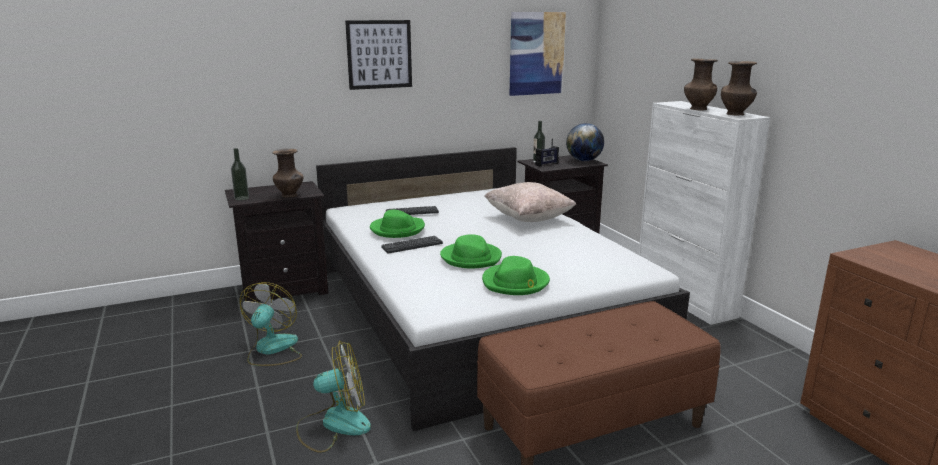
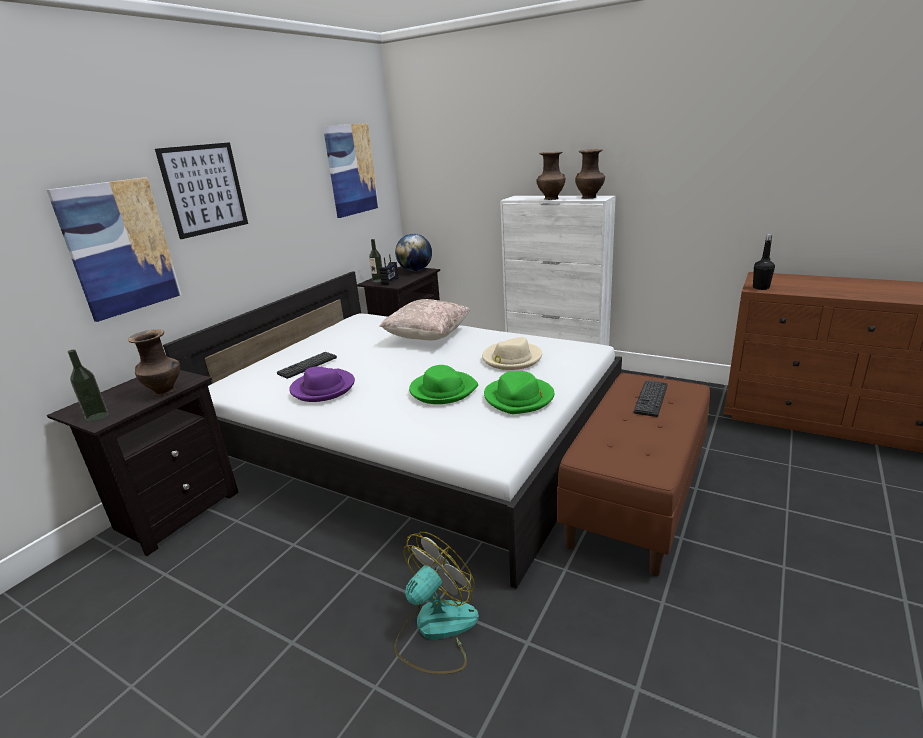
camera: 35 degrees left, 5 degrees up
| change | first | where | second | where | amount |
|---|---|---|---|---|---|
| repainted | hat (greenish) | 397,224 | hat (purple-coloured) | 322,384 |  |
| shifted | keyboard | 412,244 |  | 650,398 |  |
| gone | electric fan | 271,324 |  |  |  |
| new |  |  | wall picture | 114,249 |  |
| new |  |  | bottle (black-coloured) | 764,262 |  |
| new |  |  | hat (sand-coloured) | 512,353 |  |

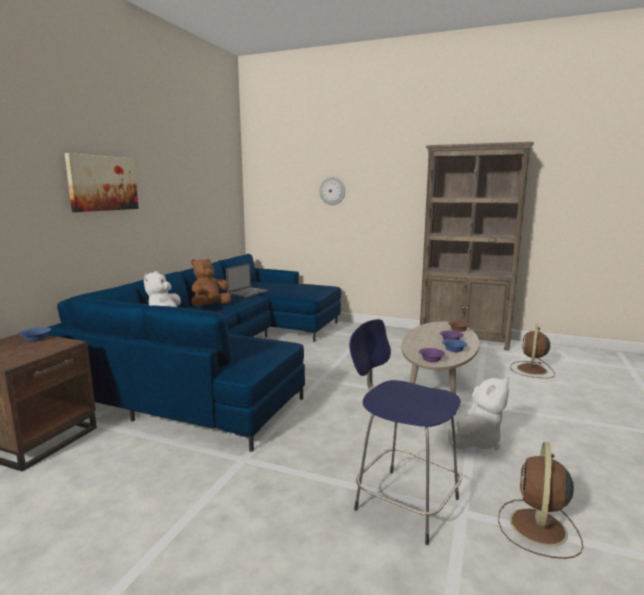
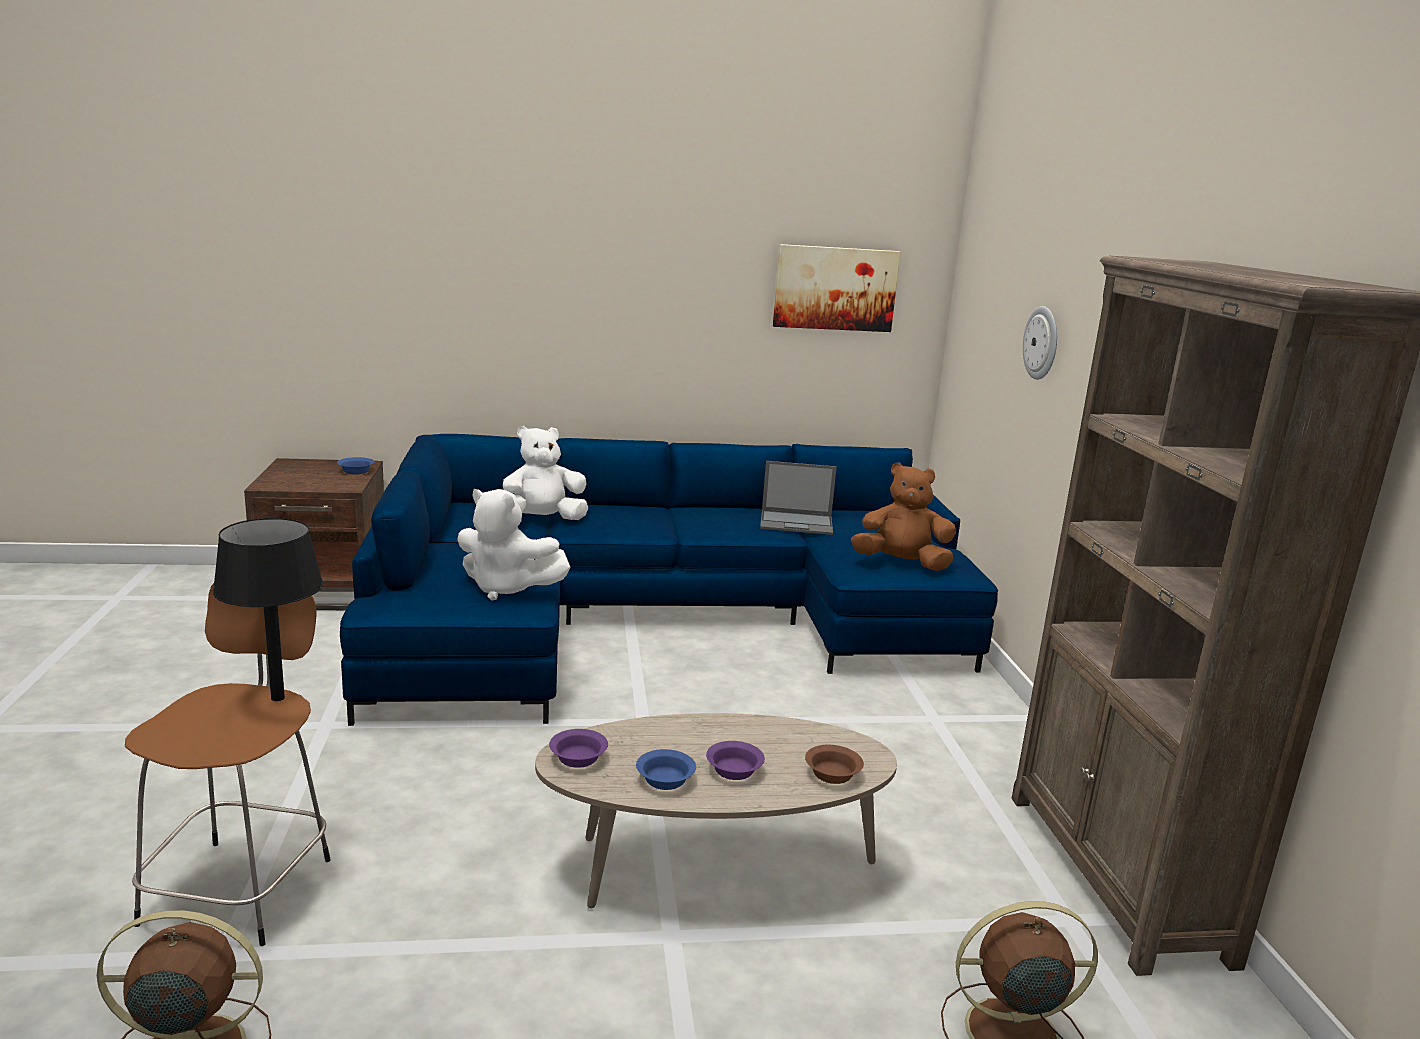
camera: 60 degrees right, 5 degrees up
| change | first | where | second | where | amount |
|---|---|---|---|---|---|
| shifted | wall picture | 102,182 |  | 836,288 |  |
| shifted | plush toy (brown-coloured) | 211,282 |  | 903,516 |  |
| repainted | stool seat (blue-coloured) | 405,432 | stool seat (brown-coloured) | 228,764 |  |
| shifted | plush toy (whitish) | 478,414 |  | 514,545 |  |
| new |  |  | tabletop lamp (black-coloured) | 268,609 |  |

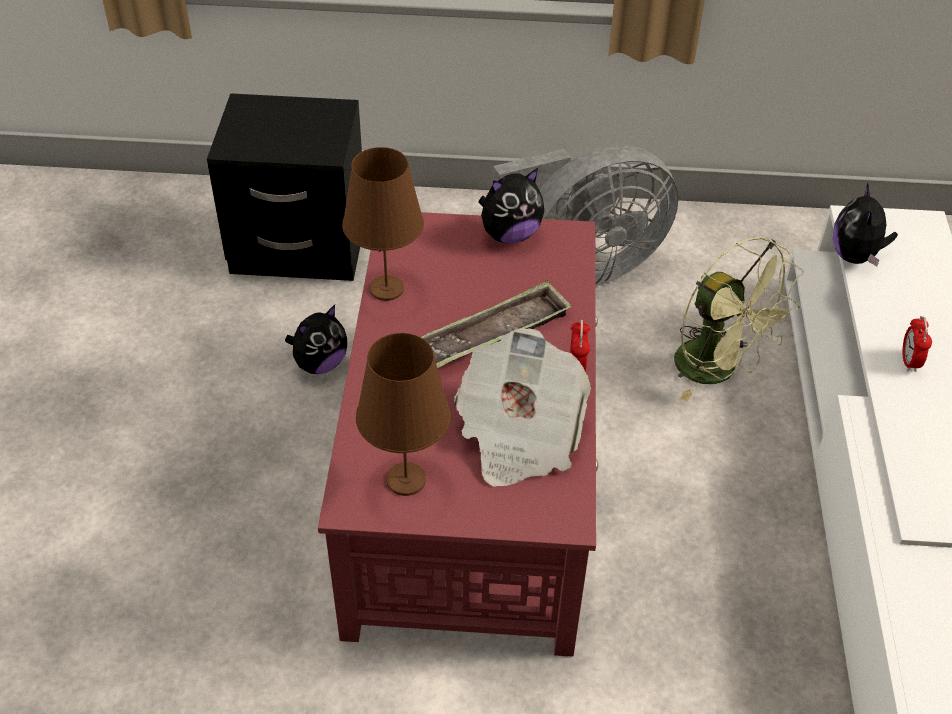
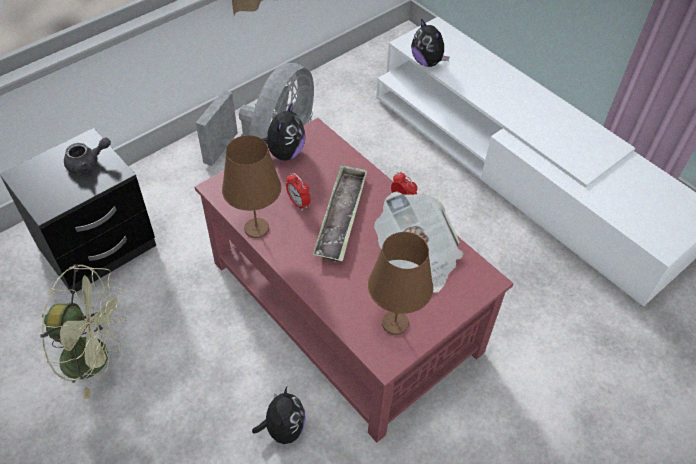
camera: 45 degrees left, 5 degrees up
| change | first | where | second | where | amount |
|---|---|---|---|---|---|
| shifted | electric fan (greenish) | 739,319 |  | 83,331 |  |
| shifted | plush toy | 316,339 |  | 279,415 |  |
| shifted | alarm clock | 917,344 |  | 298,192 |  |
| new |  |  | tea pot (gray) | 87,155 |  |

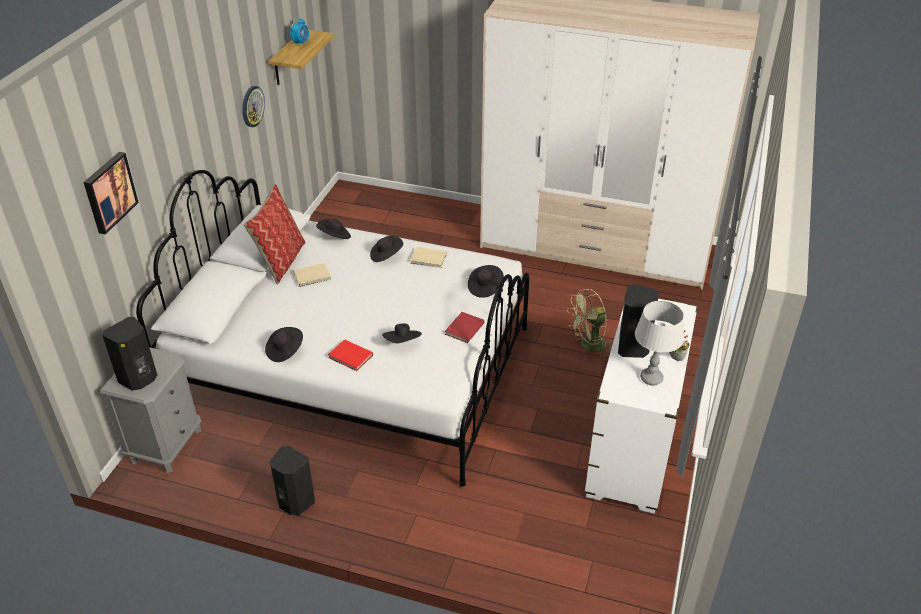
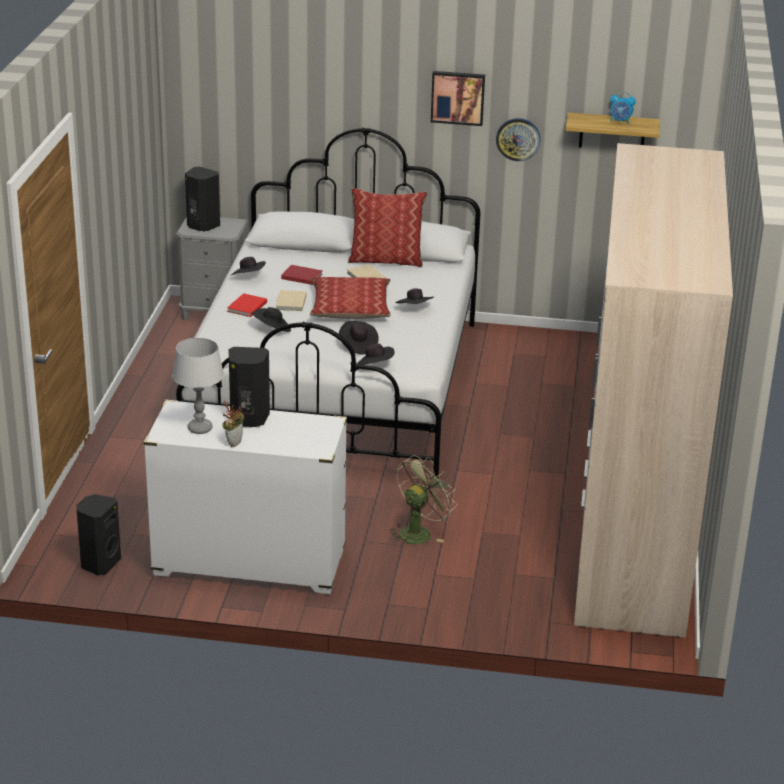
camera: 80 degrees right, 10 degrees down
| change | first | where | second | where | amount |
|---|---|---|---|---|---|
| shifted | wall picture | 111,193 |  | 458,98 |  |
| shifted | hat (black-coloured) | 333,229 |  | 359,337 |  |
| shifted | volume (sand-coloured) | 428,257 |  | 291,300 |  |
| rotated | electric fan (greenish) | 590,323 |  | 423,499 | 75 degrees clockwise |
| shifted | volume (reddish) | 464,327 |  | 302,275 |  |
| shifted | speaker (black-coloured) | 292,480 |  | 98,534 |  |
| new |  |  | pillow | 350,298 |  |

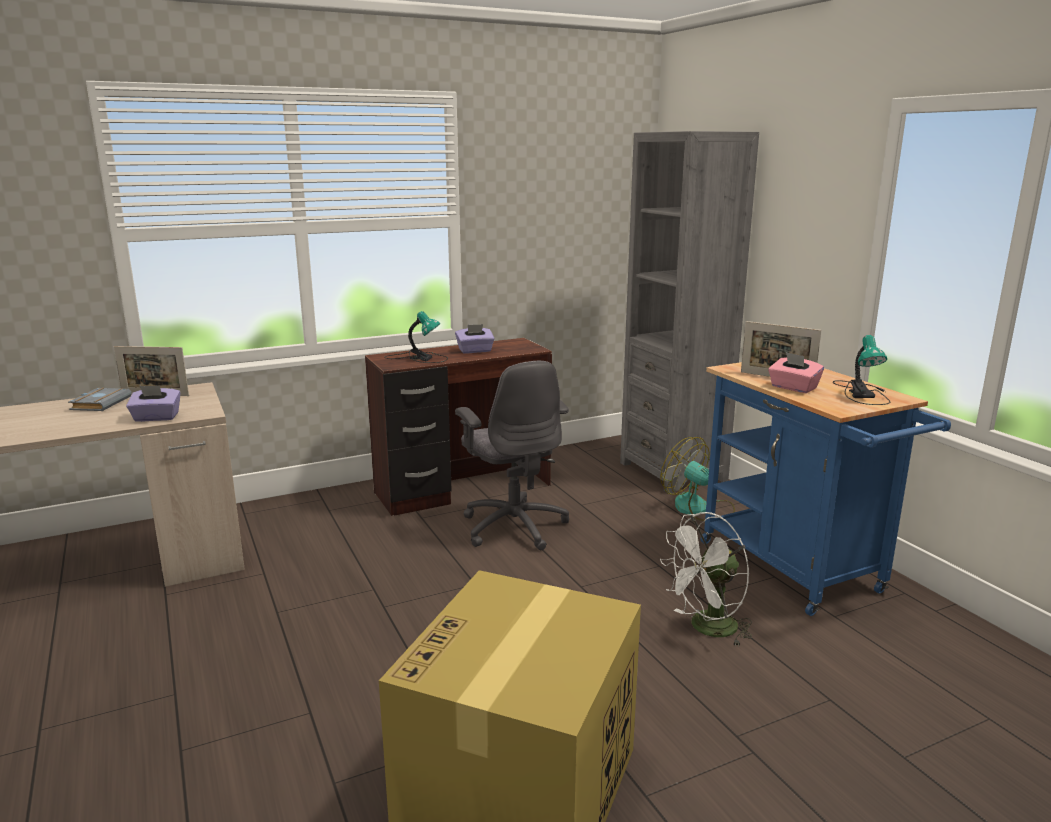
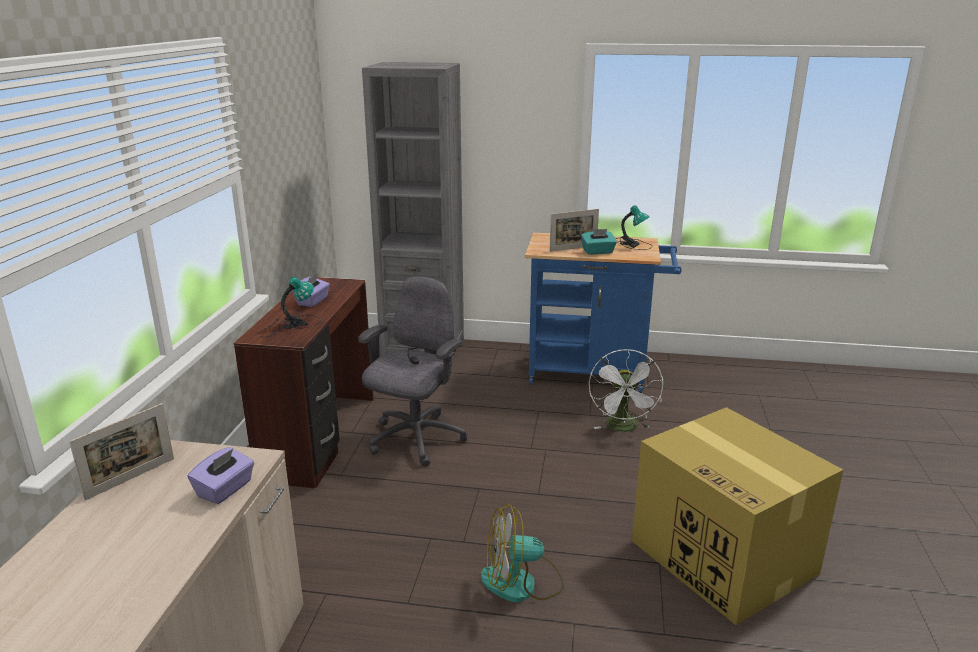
camera: 55 degrees left, 5 degrees up
| change | first | where | second | where | amount |
|---|---|---|---|---|---|
| repainted | tissue holder (pinkish) | 796,372 | tissue holder (turquoise-coloured) | 599,242 |  |
| rotated | computer chair (gray) | 512,455 |  | 413,371 | 75 degrees counterclockwise |
| gone | volume (gray) | 100,399 |  |  |  |
| shifted | electric fan | 697,479 |  | 522,553 |  |

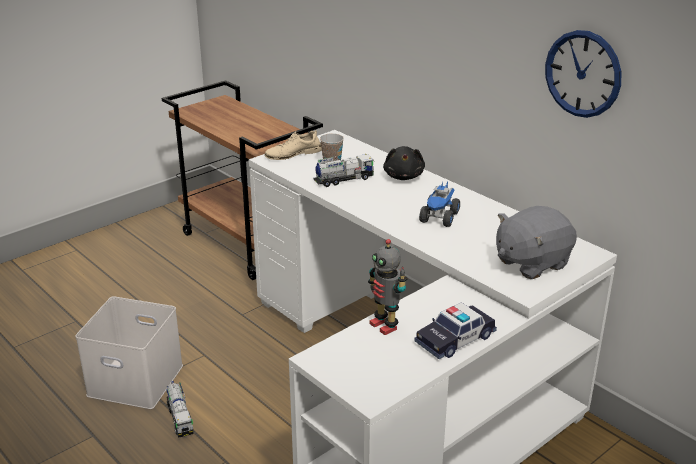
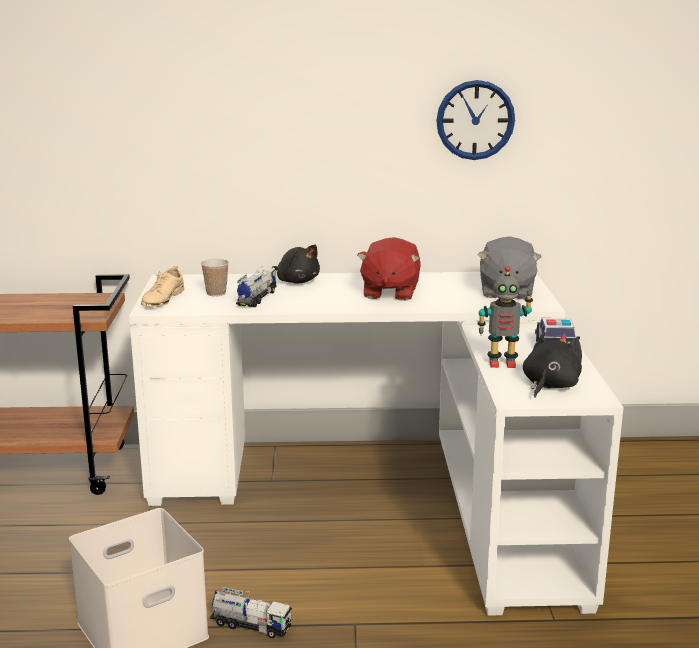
camera: 50 degrees left, 10 degrees down
| change | first | where | second | where | amount |
|---|---|---|---|---|---|
| swapped | model truck | 439,204 | plush toy (reddish) | 389,269 |  |
| new |  |  | plush toy (black-coloured) | 552,364 |  |

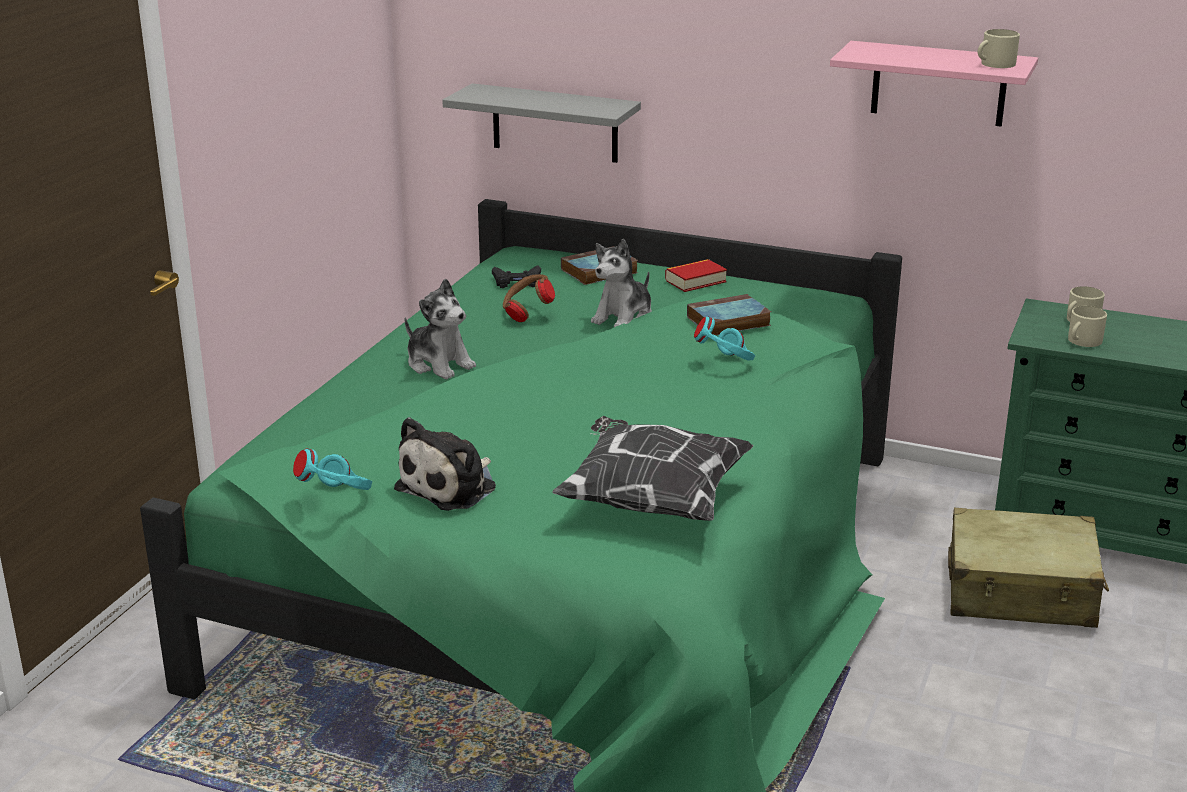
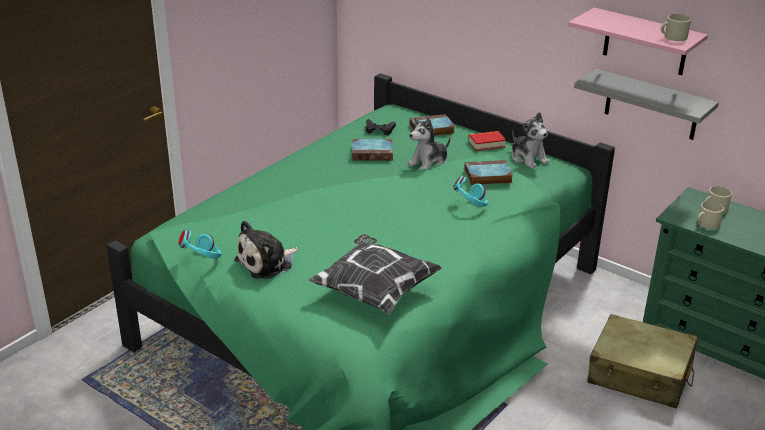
camera: 15 degrees right, 5 degrees up
| change | first | where | second | where | amount |
|---|---|---|---|---|---|
| shifted | shelf (gray) | 541,123 |  | 646,104 |  |
| swapped | pair of headphones (brown-coloured) | 529,298 | volume | 372,150 |  |
| shifted | plush toy | 440,328 |  | 530,140 |  |

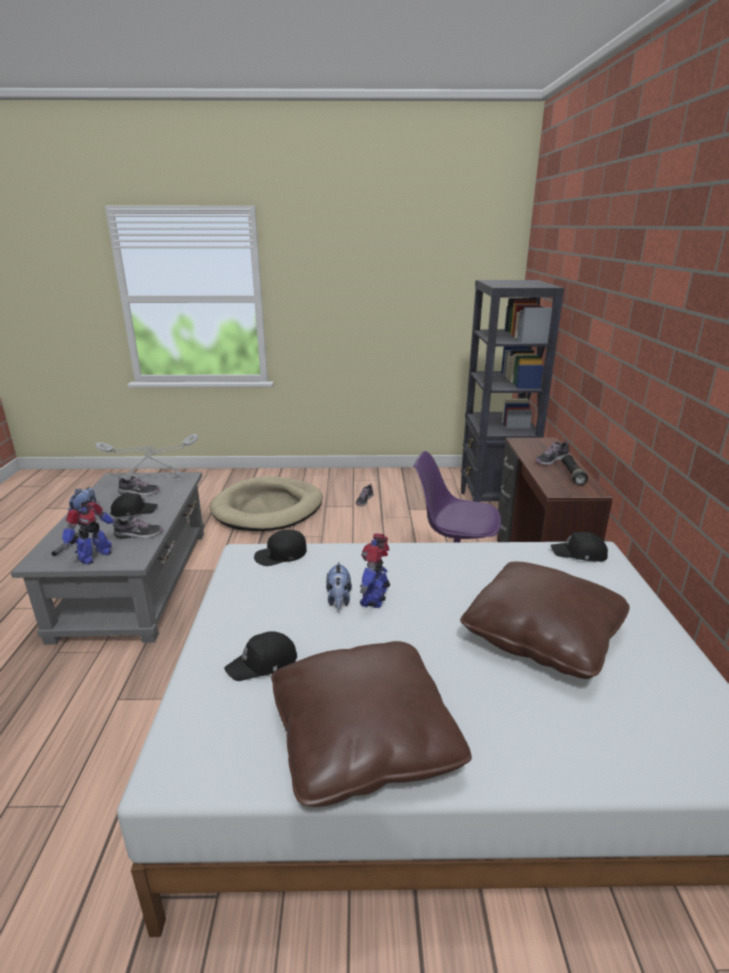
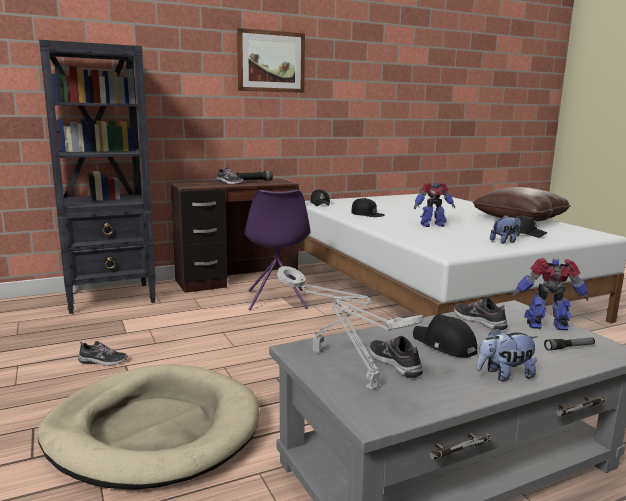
camera: 115 degrees left, 10 degrees down
| change | first | where | second | where | amount |
|---|---|---|---|---|---|
| shifted | peaked cap (black-coloured) | 280,548 |  | 368,207 |  |
| shifted | plush toy | 339,585 |  | 505,229 |  |
| gone | pillow (brown-coloured) | 545,620 |  |  |  |
| new |  |  | wall picture | 271,60 |  |

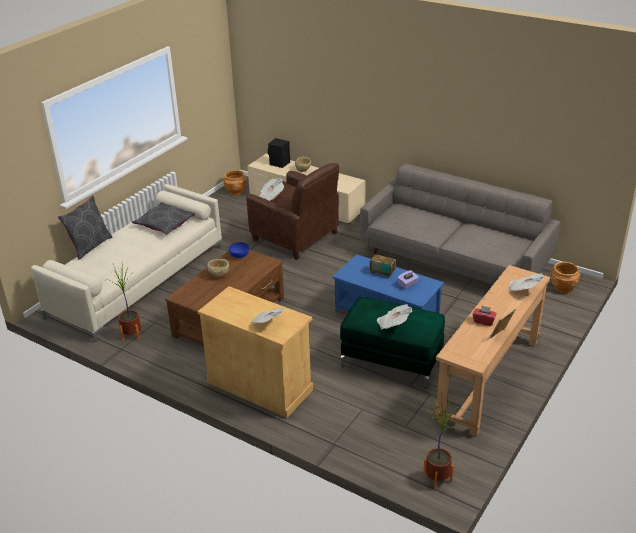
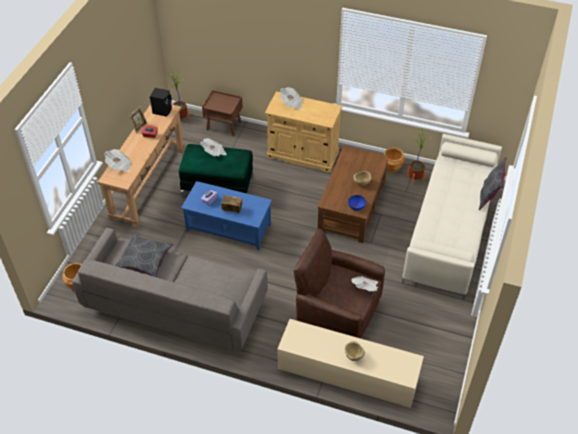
camera: 165 degrees right, 15 degrees up
| change | first | where | second | where | amount |
|---|---|---|---|---|---|
| shifted | speaker (black-coloured) | 279,153 |  | 161,102 |  |
| shifted | plant pot (brown-coloured) | 235,182 |  | 394,160 |  |
| shifted | pillow (gray) | 163,218 |  | 144,255 |  |
| new |  |  | night table (brown-coloured) | 222,113 |  |

